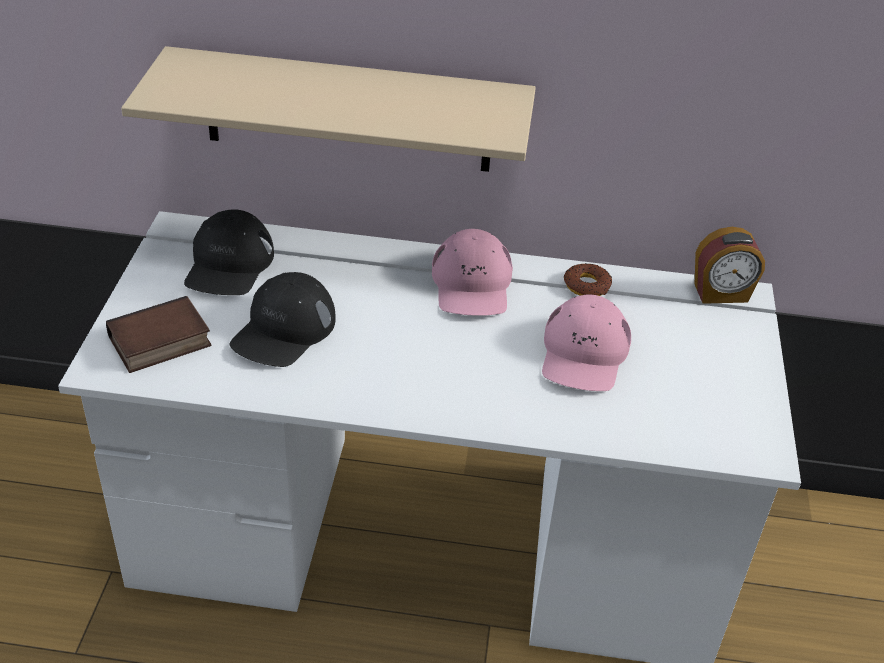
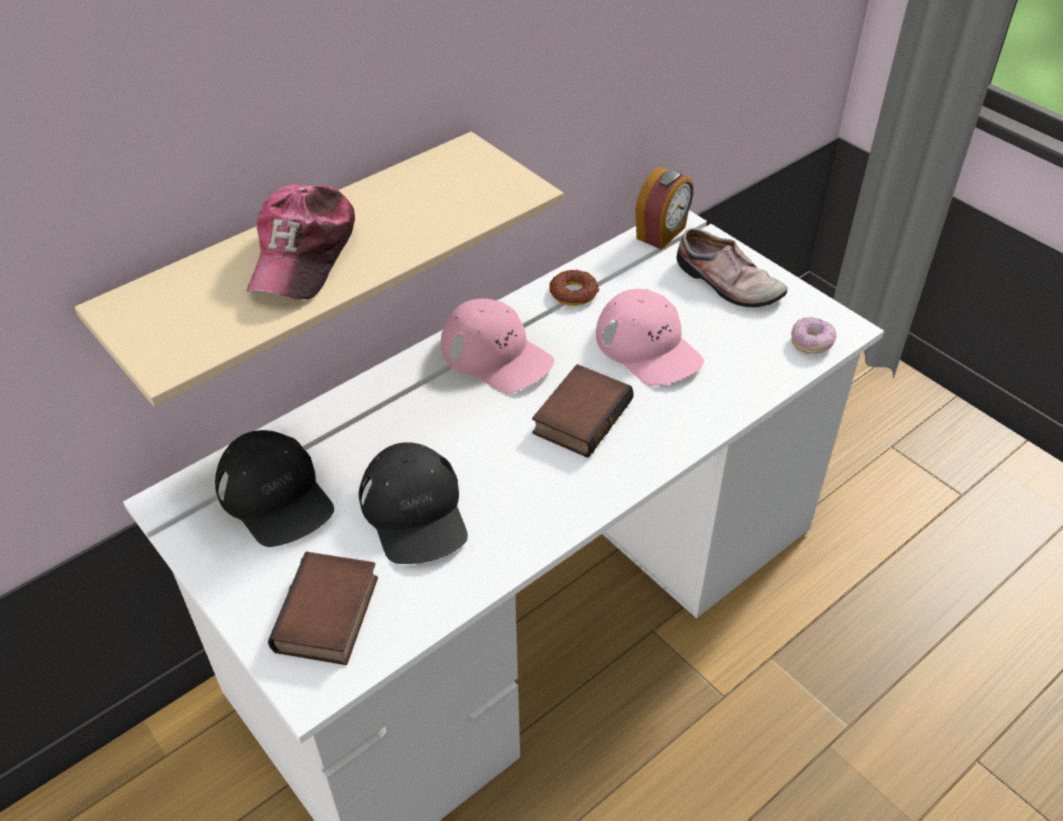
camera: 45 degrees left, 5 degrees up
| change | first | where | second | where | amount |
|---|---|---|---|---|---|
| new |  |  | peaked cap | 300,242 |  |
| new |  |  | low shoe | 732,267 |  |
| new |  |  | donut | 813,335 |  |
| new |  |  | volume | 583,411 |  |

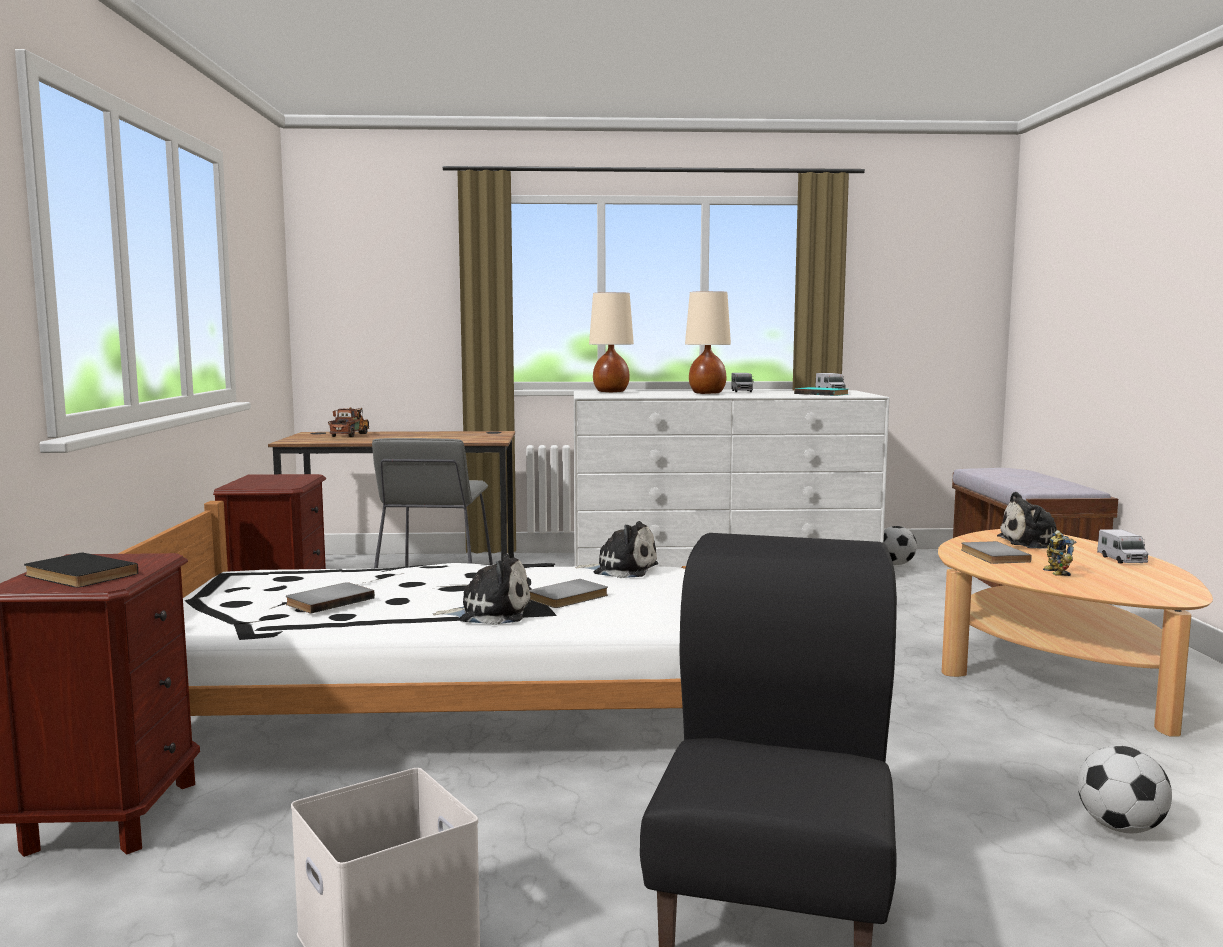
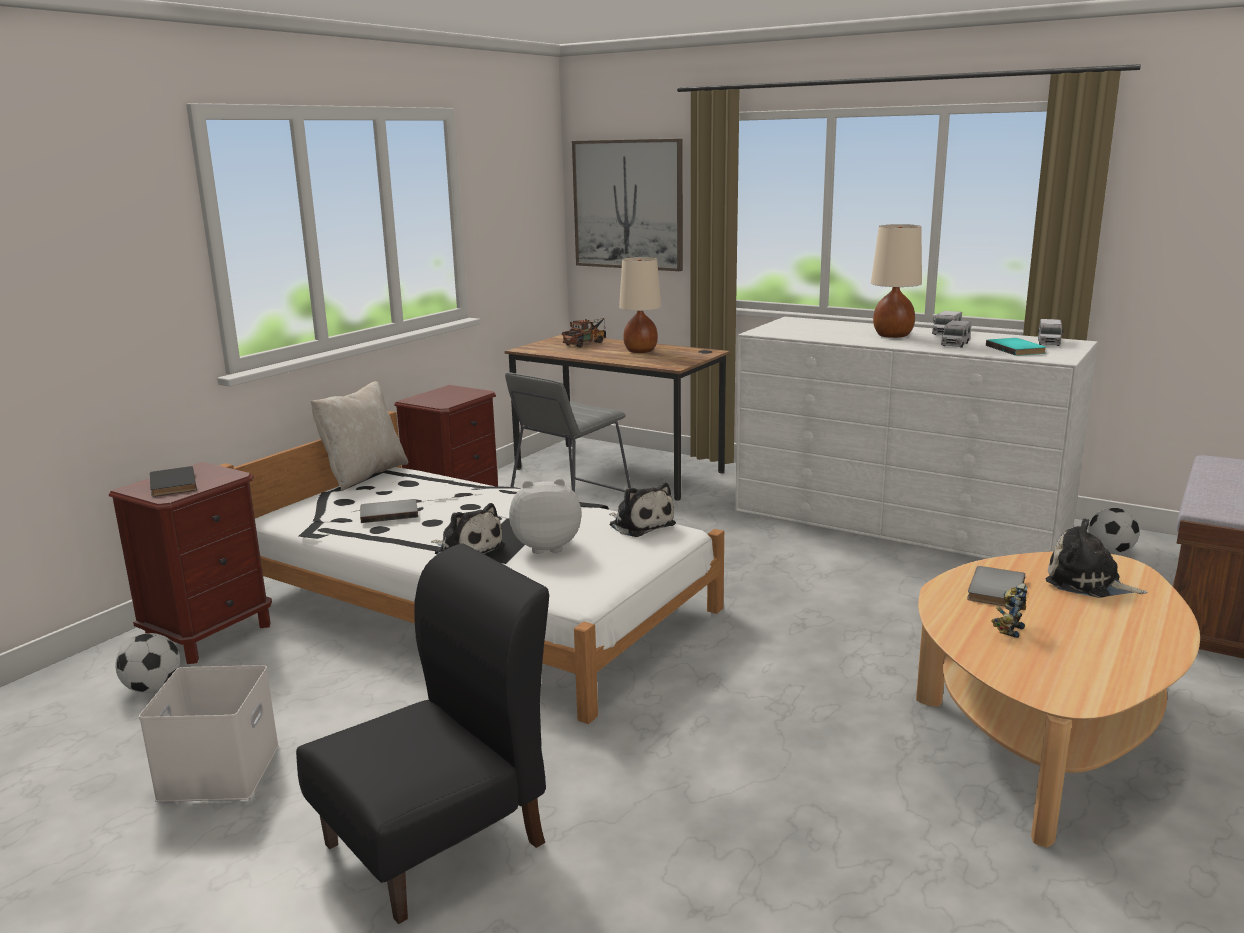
camera: 35 degrees right, 10 degrees up
| change | first | where | second | where | amount |
|---|---|---|---|---|---|
| shifted | tabletop lamp (sand-coloured) | 611,342 |  | 640,305 |  |
| shifted | model truck | 1122,546 |  | 956,334 |  |
| swapped | volume (gray) | 568,593 | plush toy | 545,516 |  |
| shifted | football | 1124,789 |  | 147,663 |  |
| new |  |  | wall picture | 627,205 |  |
| new |  |  | pillow (sand-coloured) | 359,436 |  |

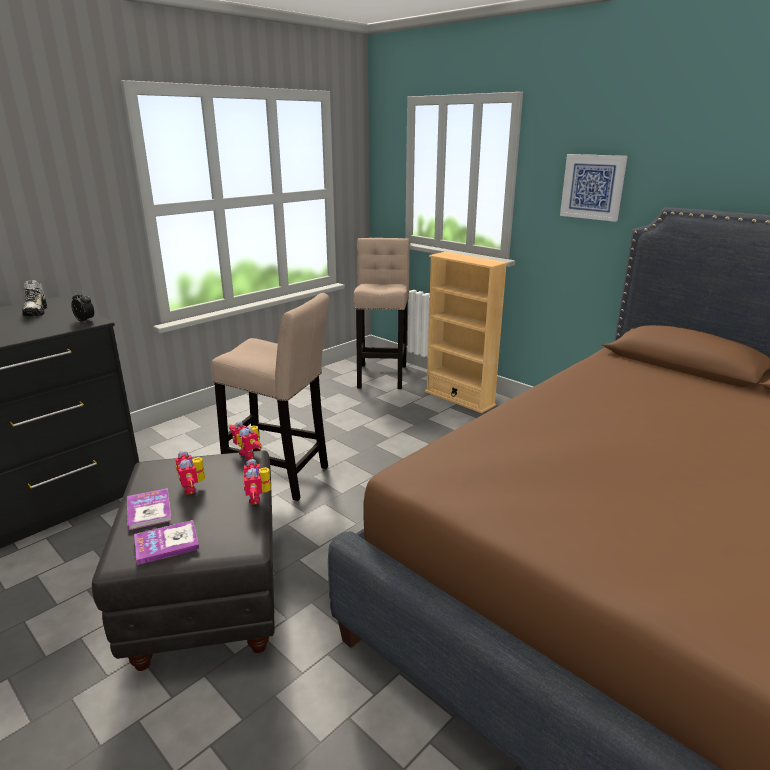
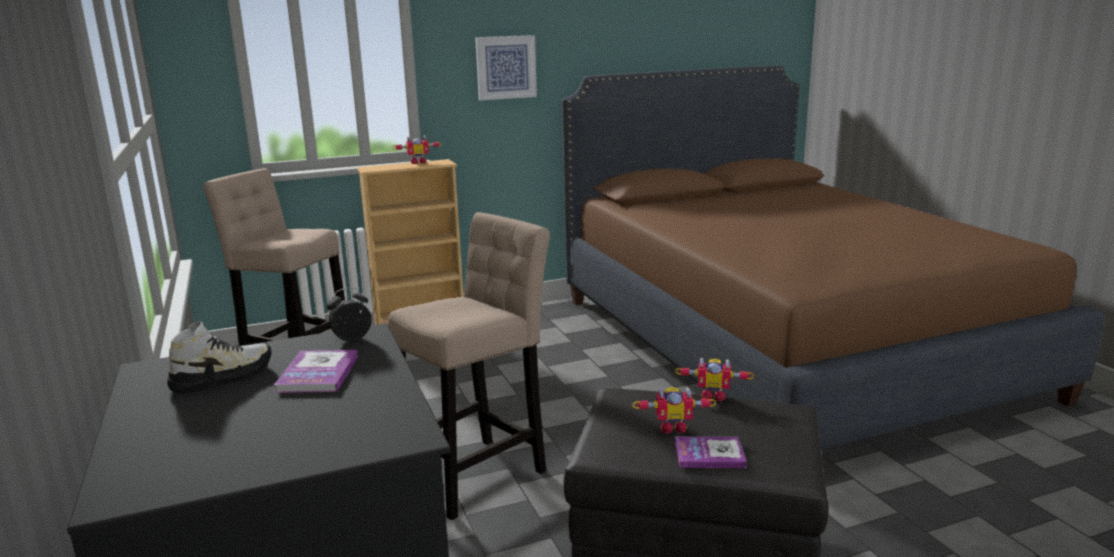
camera: 65 degrees left, 5 degrees down
| change | first | where | second | where | amount |
|---|---|---|---|---|---|
| rotated | low shoe | 34,298 |  | 219,357 | 45 degrees counterclockwise |
| shifted | robot figure | 245,440 |  | 417,149 |  |
| shifted | volume | 166,542 |  | 316,371 |  |

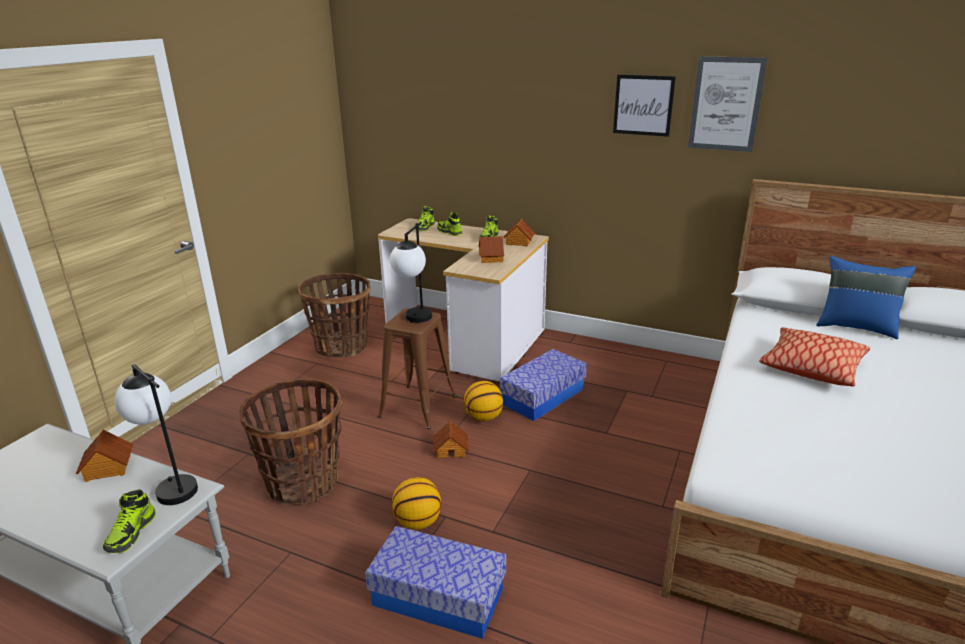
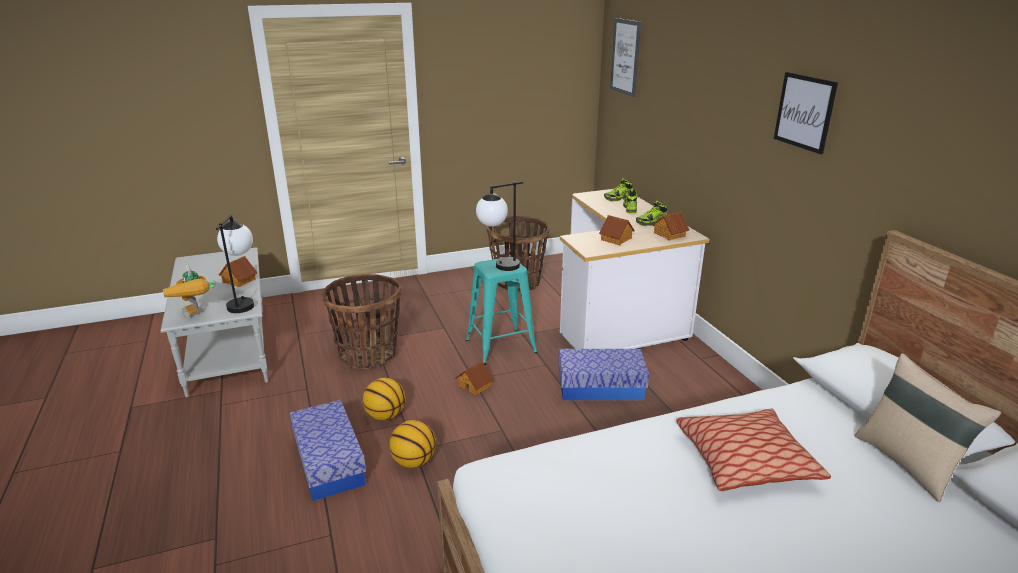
camera: 45 degrees right, 0 degrees up
| change | first | where | second | where | amount |
|---|---|---|---|---|---|
| shifted | wall picture | 727,104 |  | 625,57 |  |
| repainted | pillow (blue-coloured) | 866,297 | pillow (sand-coloured) | 927,427 |  |
| repainted | stool seat (brown-coloured) | 417,368 | stool seat (turquoise-coloured) | 501,312 |  |
| shifted | basketball ball | 483,401 |  | 412,444 |  |
| swapped | low shoe | 129,521 | robot figure | 189,291 |  |

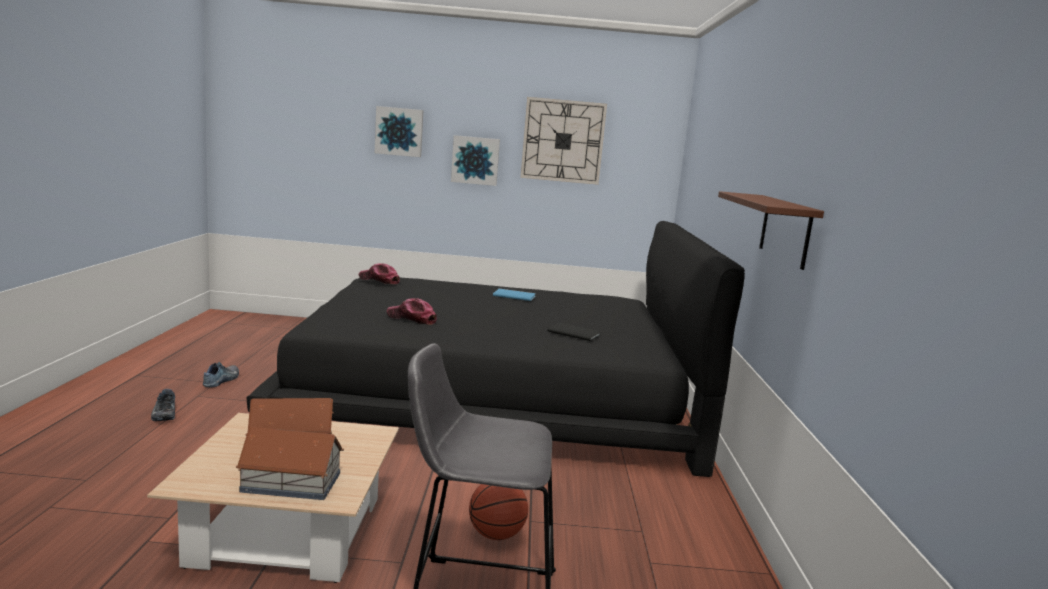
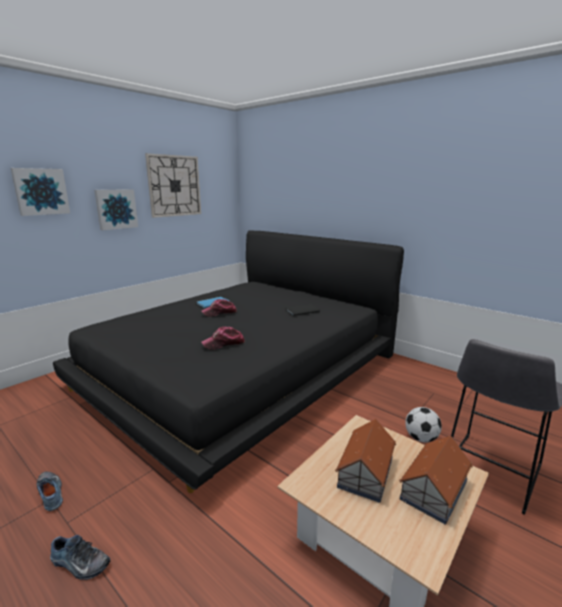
camera: 50 degrees left, 5 degrees up
| change | first | where | second | where | amount |
|---|---|---|---|---|---|
| gone | shelf (brown-coloured) | 771,230 |  |  |  |
| shifted | peaked cap | 379,274 |  | 219,308 |  |
| swapped | basketball ball | 498,512 | football | 423,424 |  |

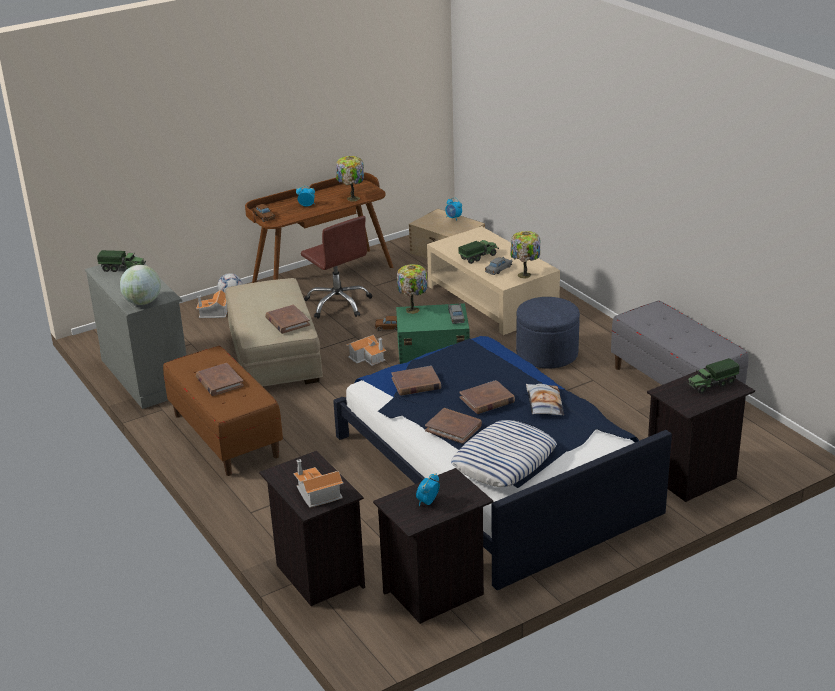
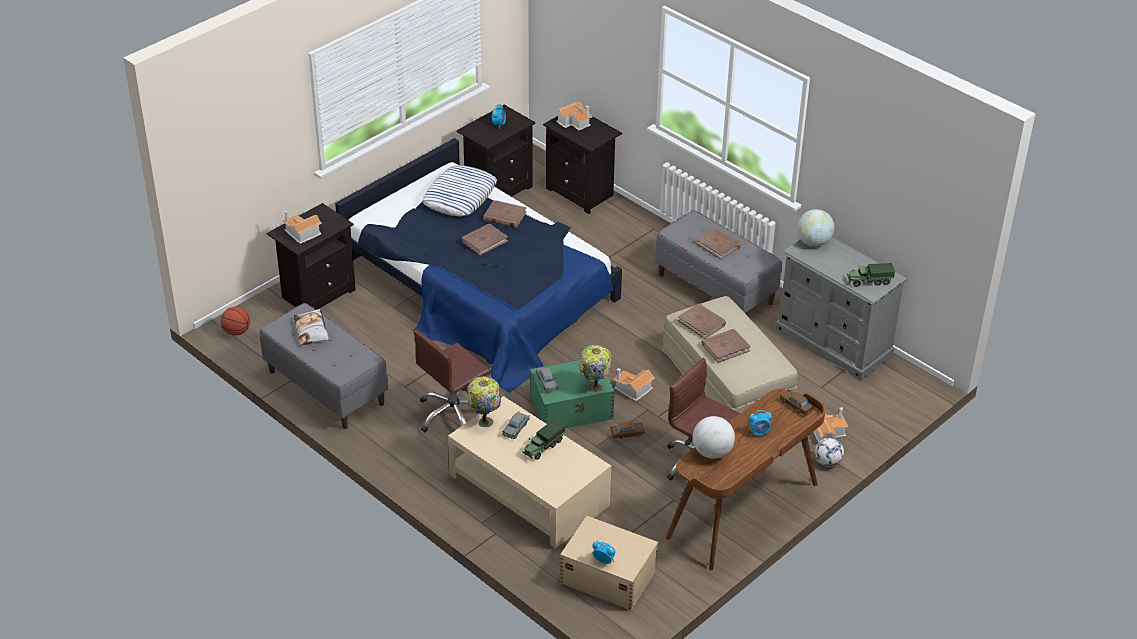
camera: 165 degrees right, 10 degrees up
| change | first | where | second | where | amount |
|---|---|---|---|---|---|
| swapped | tabletop lamp | 350,179 | world globe | 714,437 |  |
| swapped | ottoman (blue-coloured) | 548,333 | computer chair (brown-coloured) | 451,381 |  |
| repainted | bench (brown-coloured) | 223,411 | bench (gray) | 718,262 |  |
| swapped | model truck | 712,376 | miniature house | 302,227 |  |
| shifted | volume (brown-coloured) | 416,381 |  | 726,346 |  |
| shifted | pillow | 545,400 |  | 311,327 |  |
| new |  |  | basketball ball | 235,321 |  |

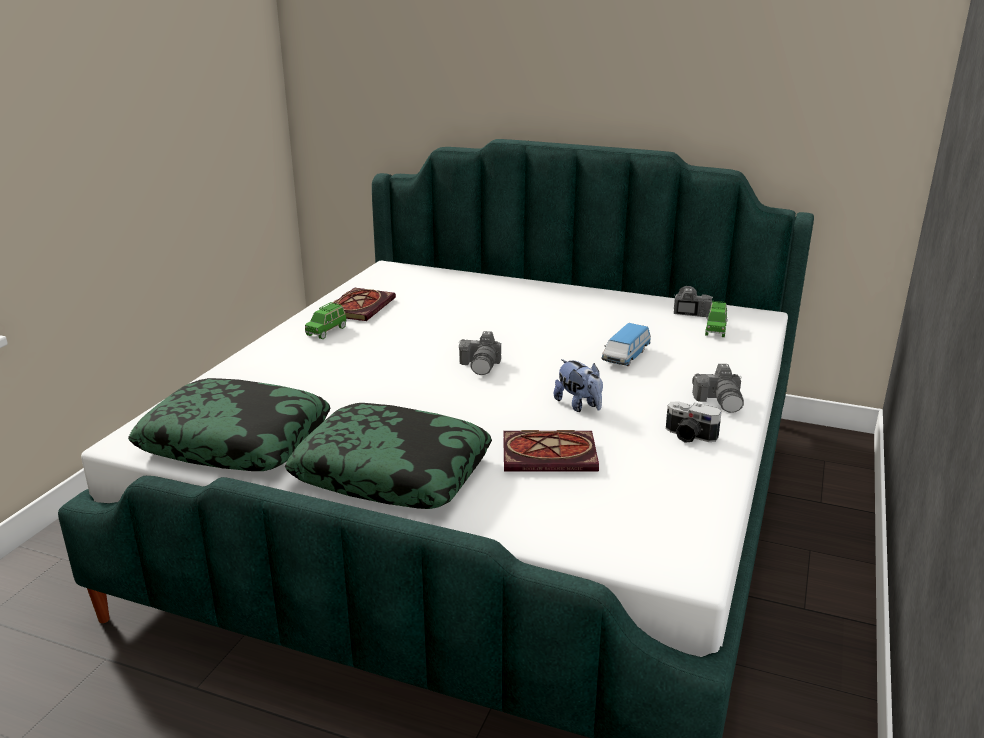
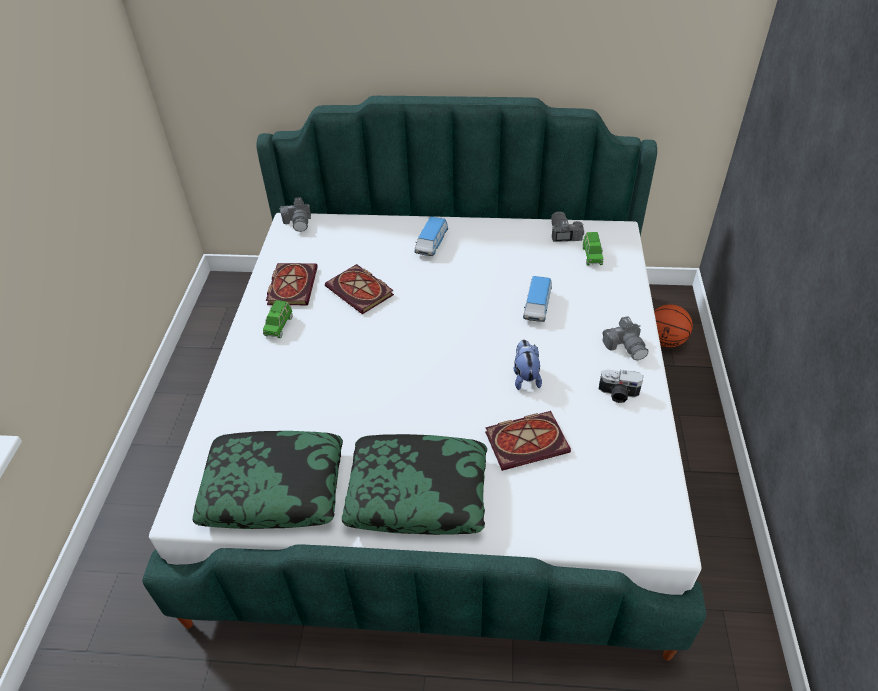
camera: 15 degrees left, 20 degrees up
| change | first | where | second | where | amount |
|---|---|---|---|---|---|
| shifted | photo camera | 480,353 |  | 295,214 |  |
| rotated | plush toy | 578,385 |  | 528,364 | 135 degrees counterclockwise |
| new |  |  | miniature car | 431,236 |  |
| new |  |  | volume | 359,289 |  |
| new |  |  | basketball ball | 673,325 |  |

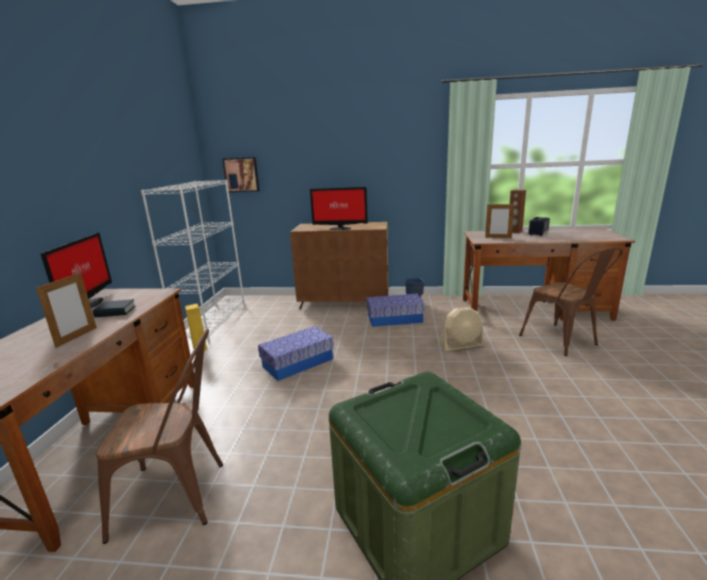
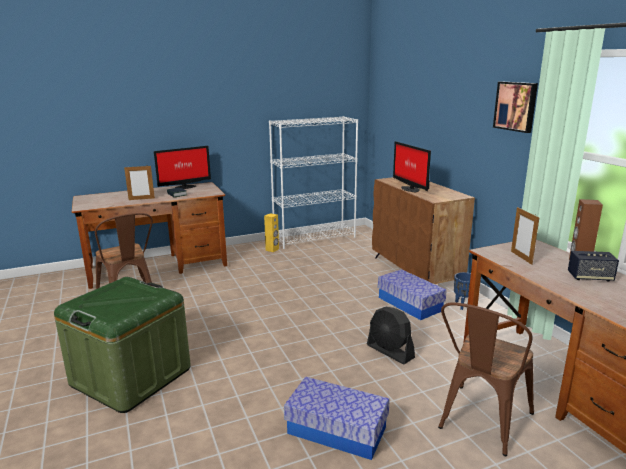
camera: 60 degrees right, 0 degrees up
| change | first | where | second | where | amount |
|---|---|---|---|---|---|
| shifted | wall picture | 241,174 |  | 515,107 |  |
| repainted | electric fan (sand-coloured) | 461,329 | electric fan (black-coloured) | 391,335 |  |
| shifted | storage box | 296,353 |  | 337,418 |  |

